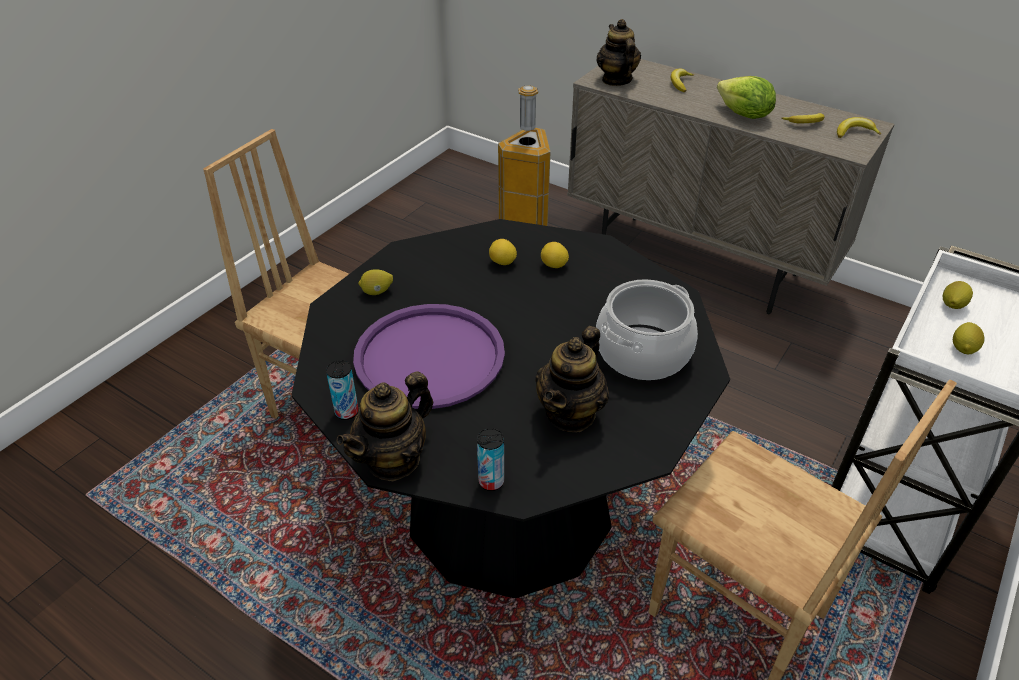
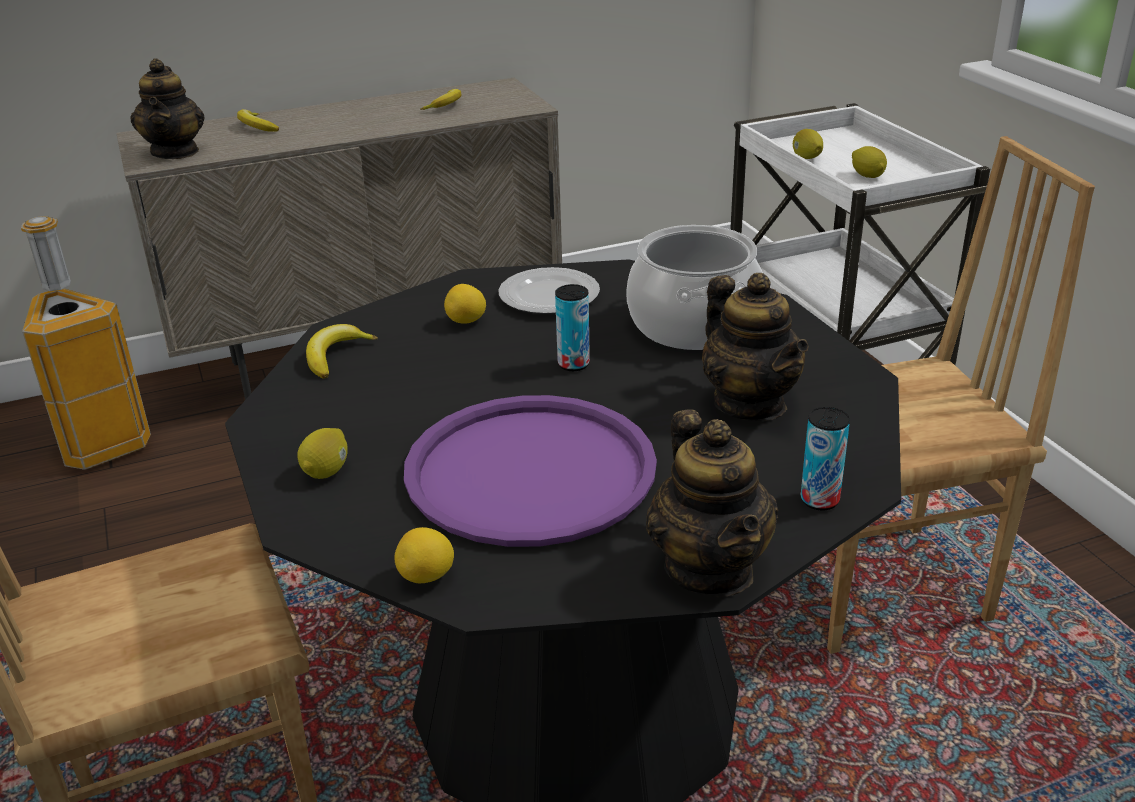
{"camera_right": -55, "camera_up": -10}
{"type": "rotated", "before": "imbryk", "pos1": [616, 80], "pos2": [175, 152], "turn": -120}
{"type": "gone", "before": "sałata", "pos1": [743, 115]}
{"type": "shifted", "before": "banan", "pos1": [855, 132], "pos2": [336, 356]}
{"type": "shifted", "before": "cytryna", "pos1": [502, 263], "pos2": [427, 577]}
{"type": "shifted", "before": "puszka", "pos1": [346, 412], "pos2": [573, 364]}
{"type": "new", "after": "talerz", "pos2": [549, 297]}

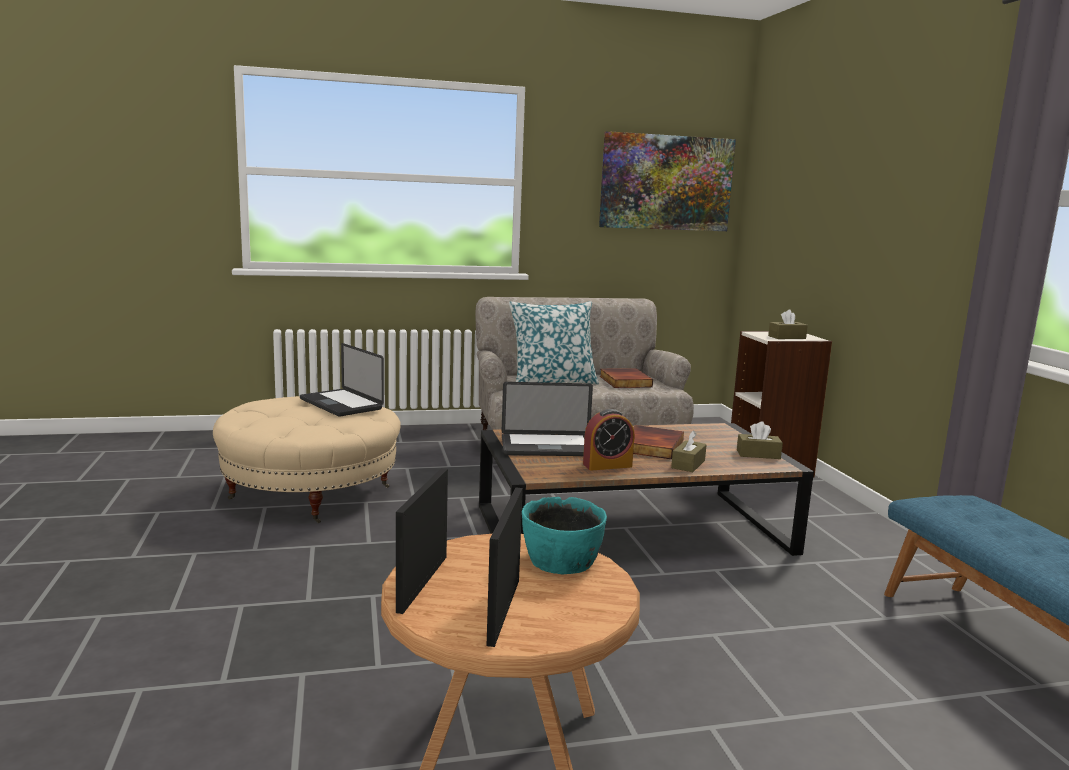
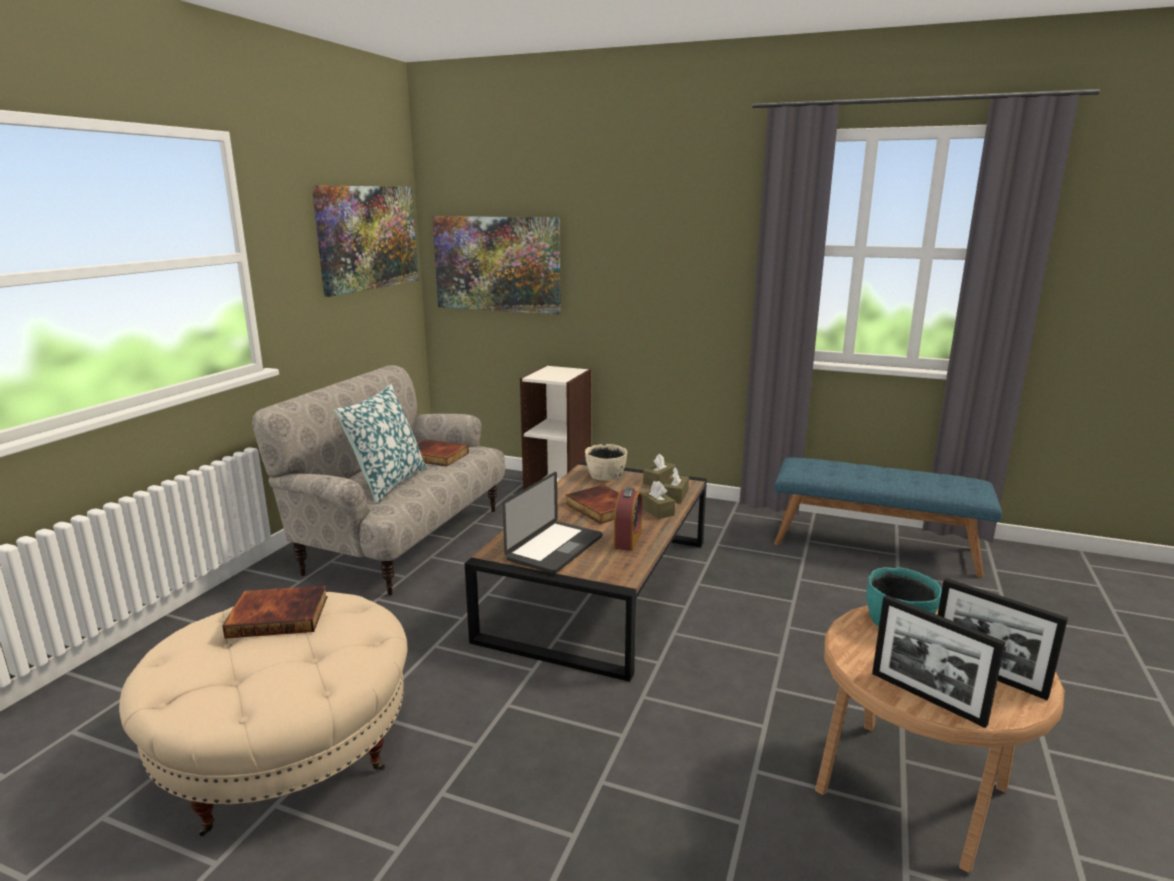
{"camera_right": -55, "camera_up": 5}
{"type": "shifted", "before": "pudełko chusteczek/brązowy", "pos1": [787, 337], "pos2": [675, 495]}
{"type": "swapped", "before": "laptop", "after": "książka", "pos1": [341, 404], "pos2": [279, 615]}
{"type": "new", "after": "obraz", "pos2": [497, 264]}
{"type": "new", "after": "miska/beżowy", "pos2": [606, 475]}

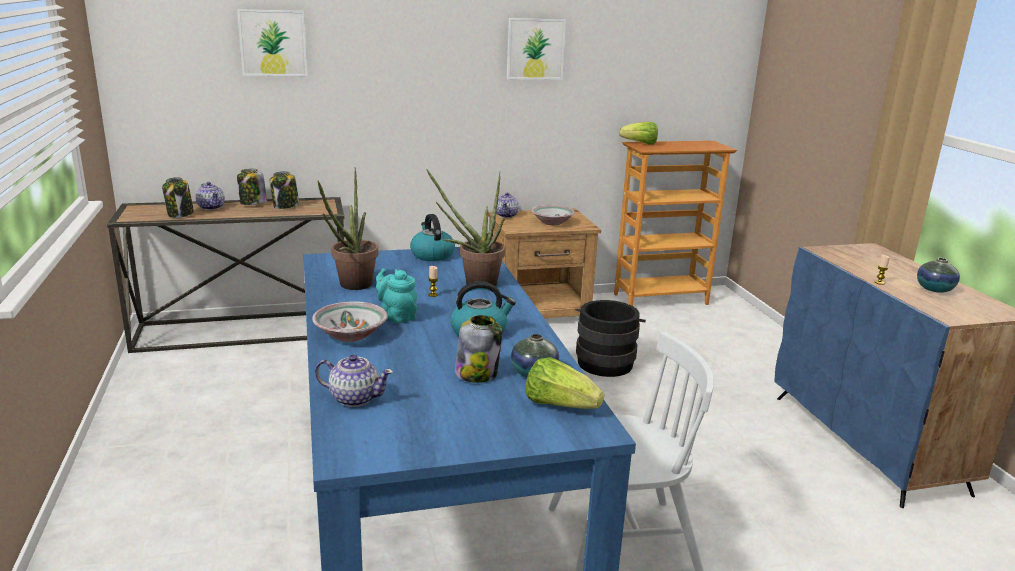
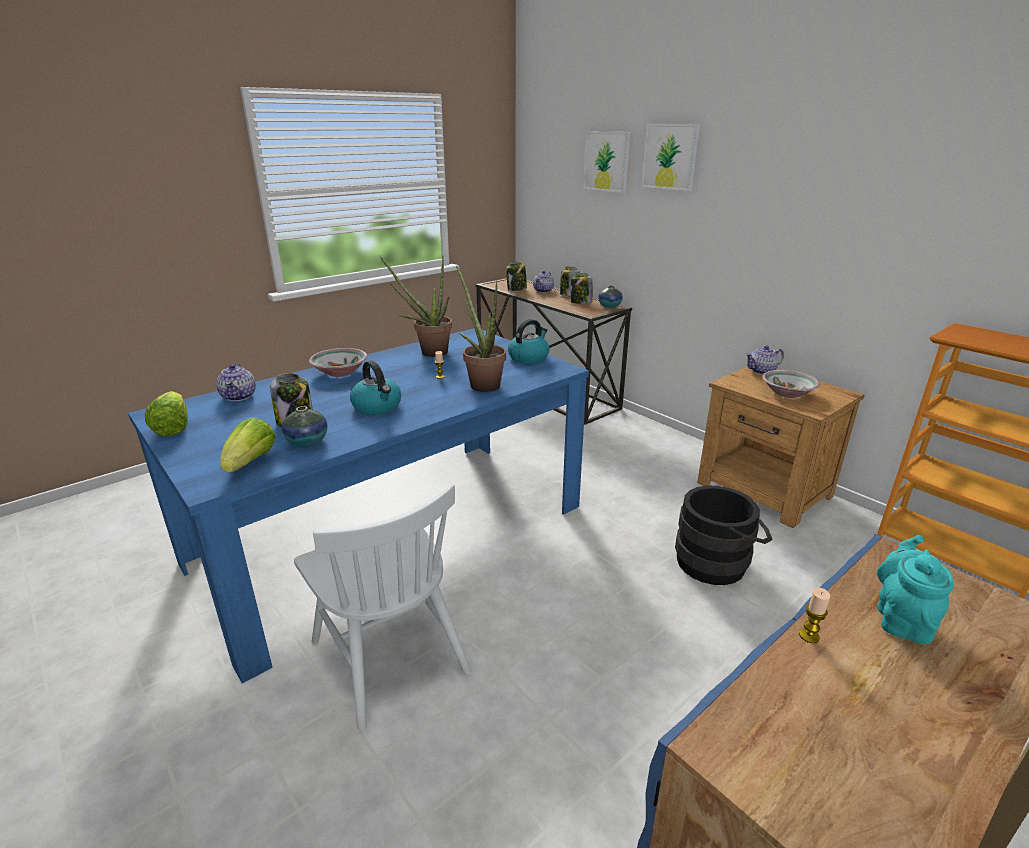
{"camera_right": 65, "camera_up": 5}
{"type": "shifted", "before": "obraz", "pos1": [535, 49], "pos2": [670, 157]}
{"type": "shifted", "before": "sałata", "pos1": [640, 144], "pos2": [173, 427]}
{"type": "shifted", "before": "wazon", "pos1": [934, 289], "pos2": [609, 306]}
{"type": "shifted", "before": "imbryk/turkusowy", "pos1": [397, 316], "pos2": [901, 619]}

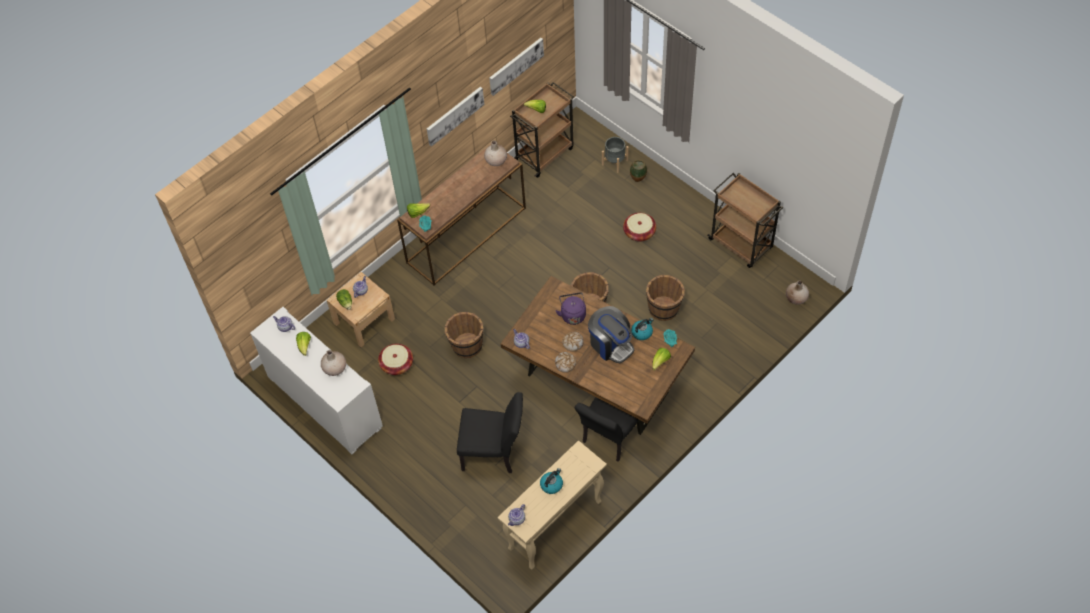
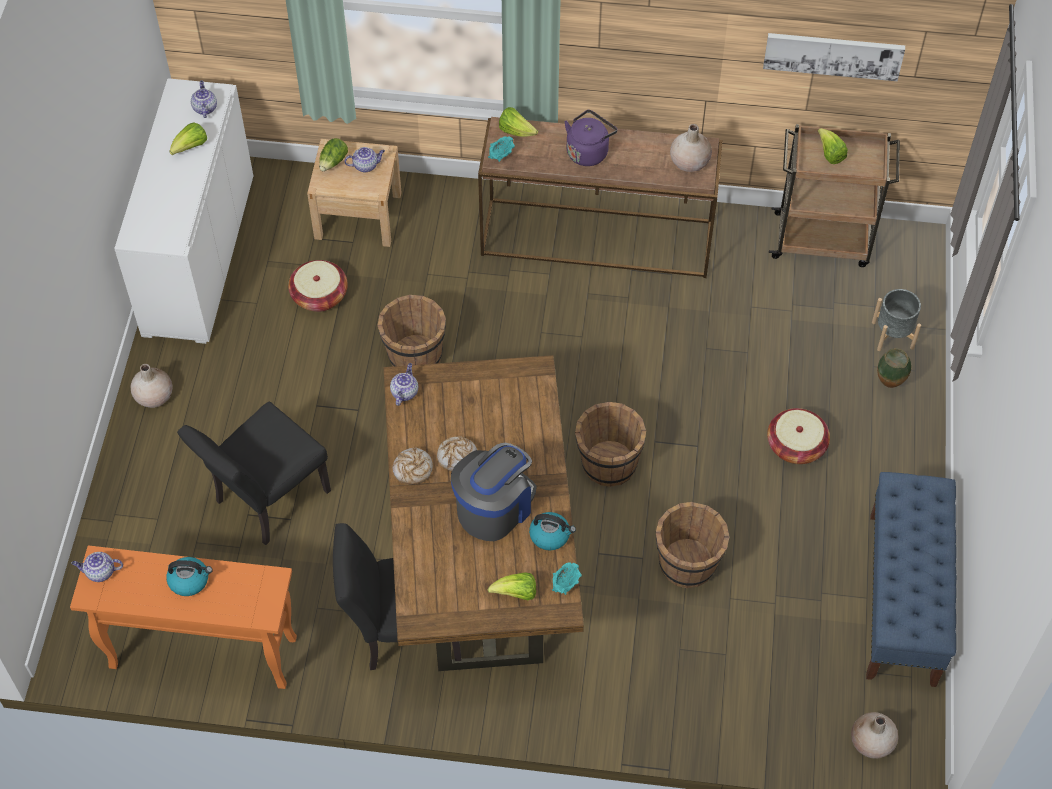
{"camera_right": 50, "camera_up": 0}
{"type": "gone", "before": "obraz", "pos1": [454, 115]}
{"type": "swapped", "before": "wózek/brązowy", "after": "ławka/niebieski", "pos1": [741, 244], "pos2": [902, 599]}
{"type": "shifted", "before": "czajnik/fioletowy", "pos1": [572, 314], "pos2": [588, 151]}
{"type": "rotated", "before": "ekspres do kawy", "pos1": [611, 344], "pos2": [494, 507], "turn": -150}
{"type": "shifted", "before": "wazon/beżowy", "pos1": [334, 368], "pos2": [153, 396]}
{"type": "rotated", "before": "krzesło/czarny", "pos1": [494, 453], "pos2": [265, 501], "turn": 75}
{"type": "repainted", "before": "stolik konsolowy/beżowy", "after": "stolik konsolowy/pomarańczowy", "pos1": [554, 526], "pos2": [201, 653]}

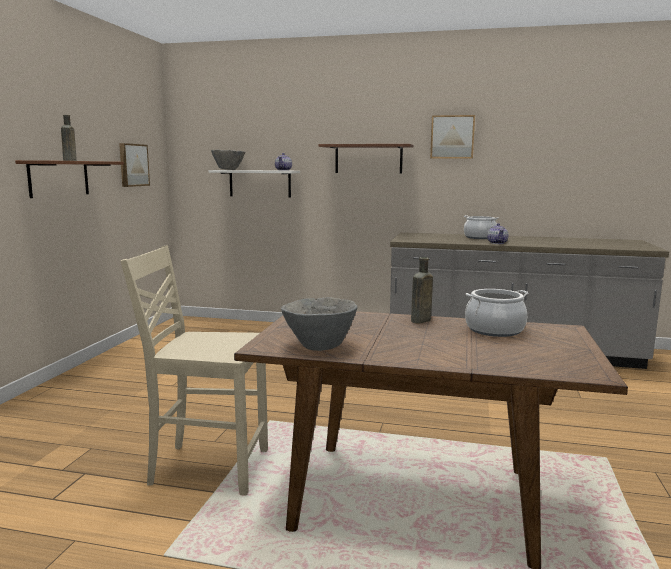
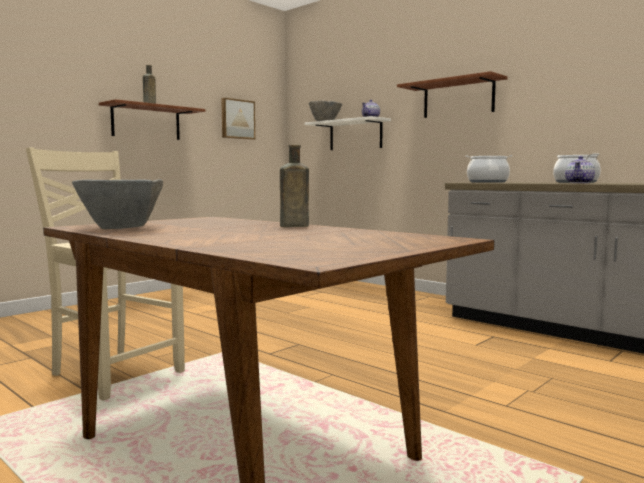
{"camera_right": 30, "camera_up": -5}
{"type": "gone", "before": "obraz", "pos1": [452, 137]}
{"type": "shifted", "before": "garnek", "pos1": [494, 330], "pos2": [487, 182]}

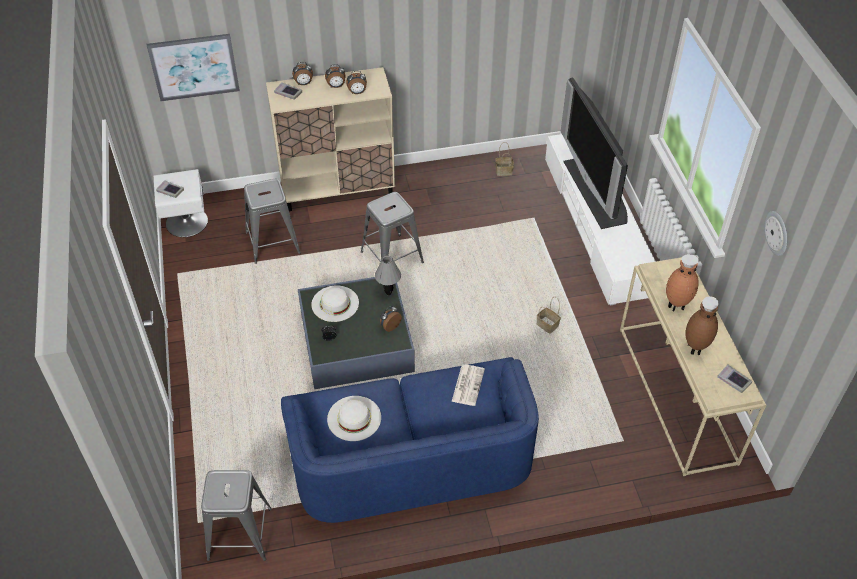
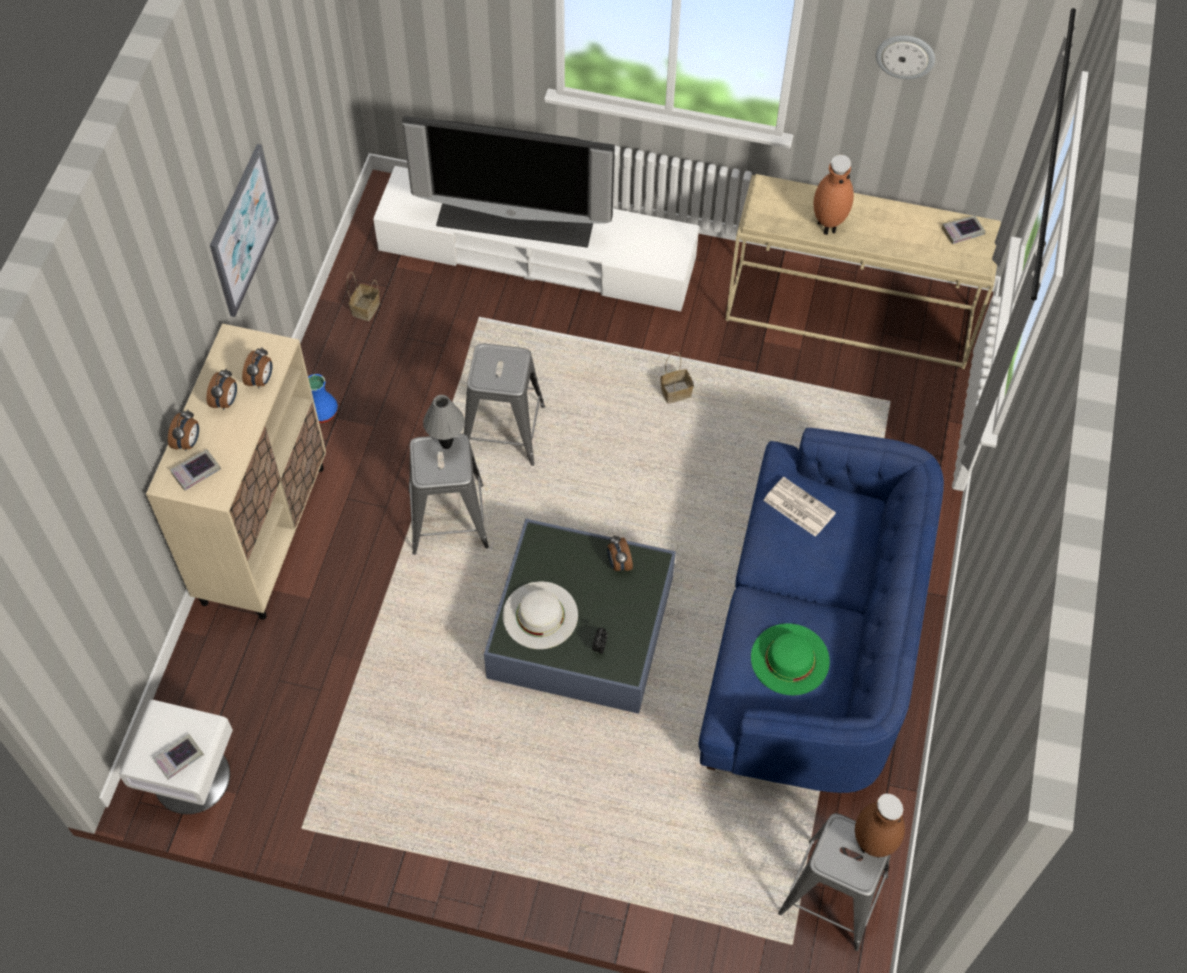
{"camera_right": -65, "camera_up": 10}
{"type": "shifted", "before": "obraz", "pos1": [194, 67], "pos2": [243, 230]}
{"type": "shifted", "before": "stołek/szary", "pos1": [272, 243], "pos2": [504, 431]}
{"type": "shifted", "before": "lampa stołowa/szary", "pos1": [388, 293], "pos2": [446, 445]}
{"type": "shifted", "before": "wazon/brązowy", "pos1": [694, 348], "pos2": [871, 845]}
{"type": "repainted", "before": "kapelusz/biały", "after": "kapelusz/zielony", "pos1": [354, 418], "pos2": [790, 659]}
{"type": "new", "after": "wazon/niebieski", "pos2": [321, 413]}

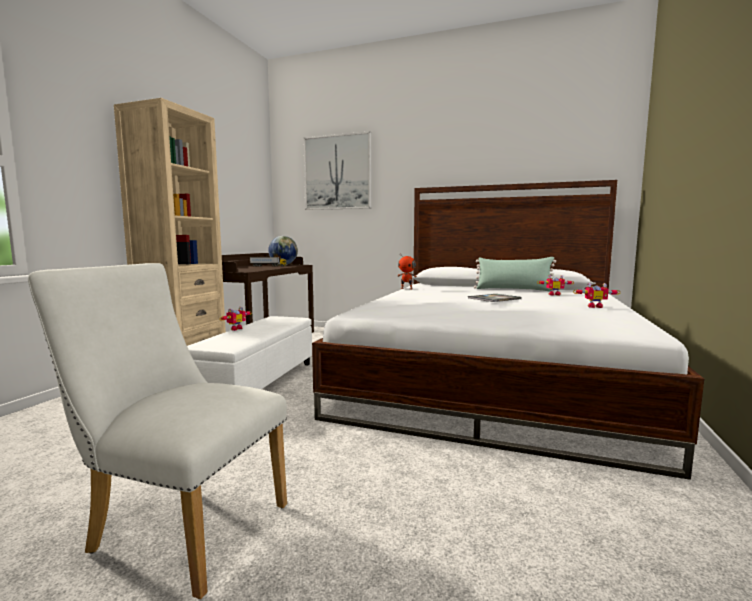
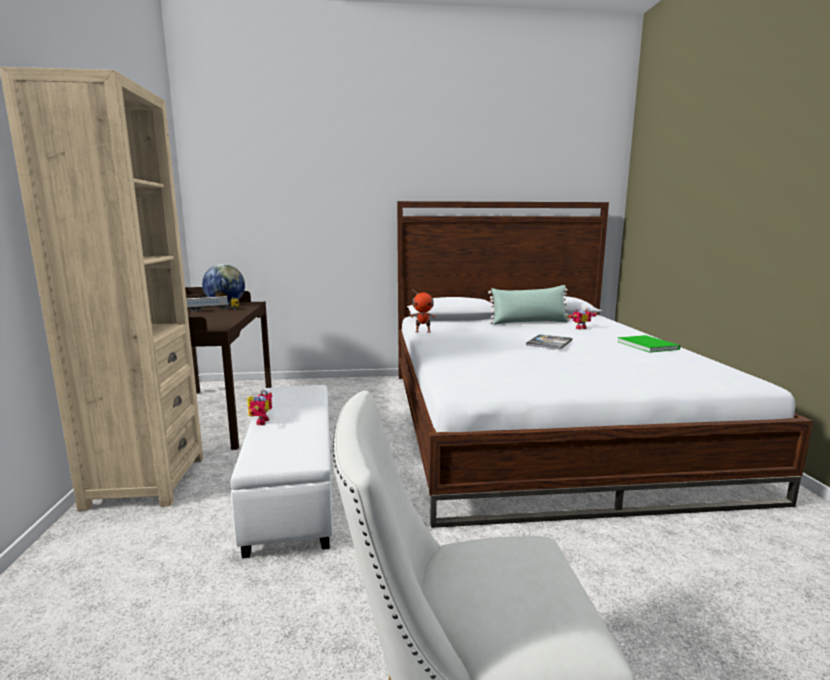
{"camera_right": -25, "camera_up": 5}
{"type": "gone", "before": "obraz", "pos1": [337, 172]}
{"type": "swapped", "before": "robot zabawkowy", "after": "książka/zielony", "pos1": [594, 306], "pos2": [647, 345]}

